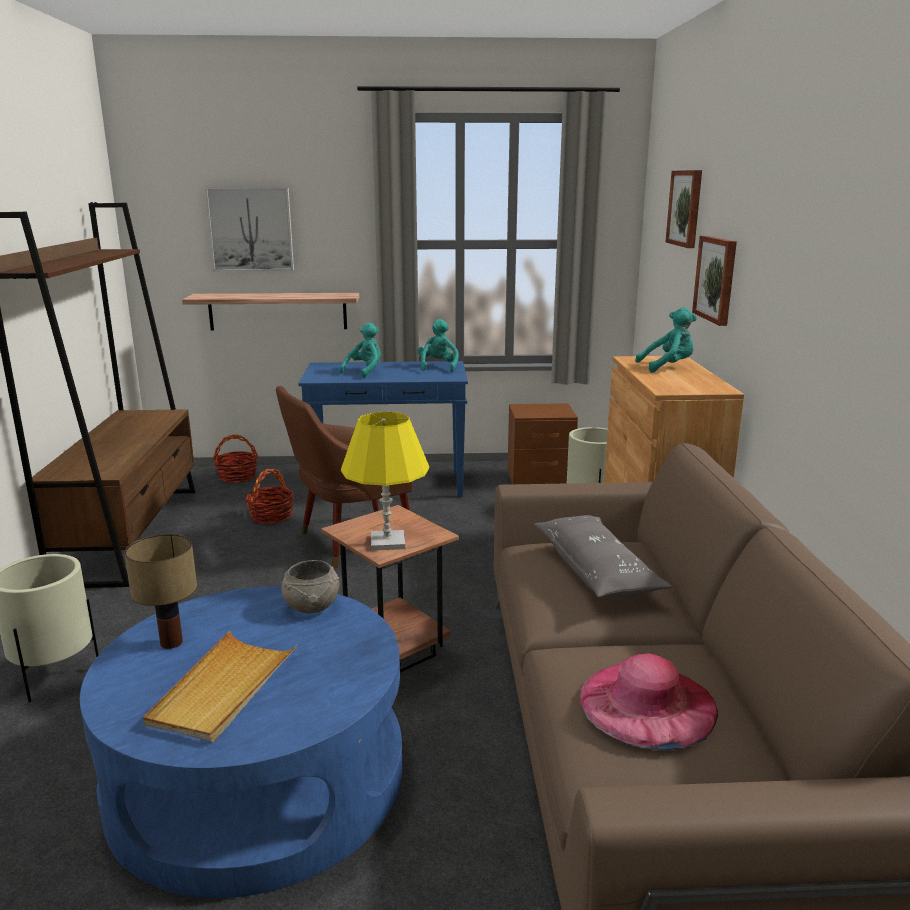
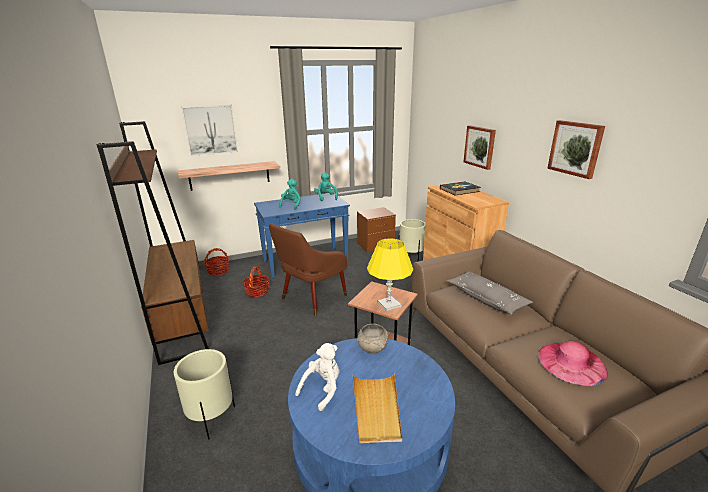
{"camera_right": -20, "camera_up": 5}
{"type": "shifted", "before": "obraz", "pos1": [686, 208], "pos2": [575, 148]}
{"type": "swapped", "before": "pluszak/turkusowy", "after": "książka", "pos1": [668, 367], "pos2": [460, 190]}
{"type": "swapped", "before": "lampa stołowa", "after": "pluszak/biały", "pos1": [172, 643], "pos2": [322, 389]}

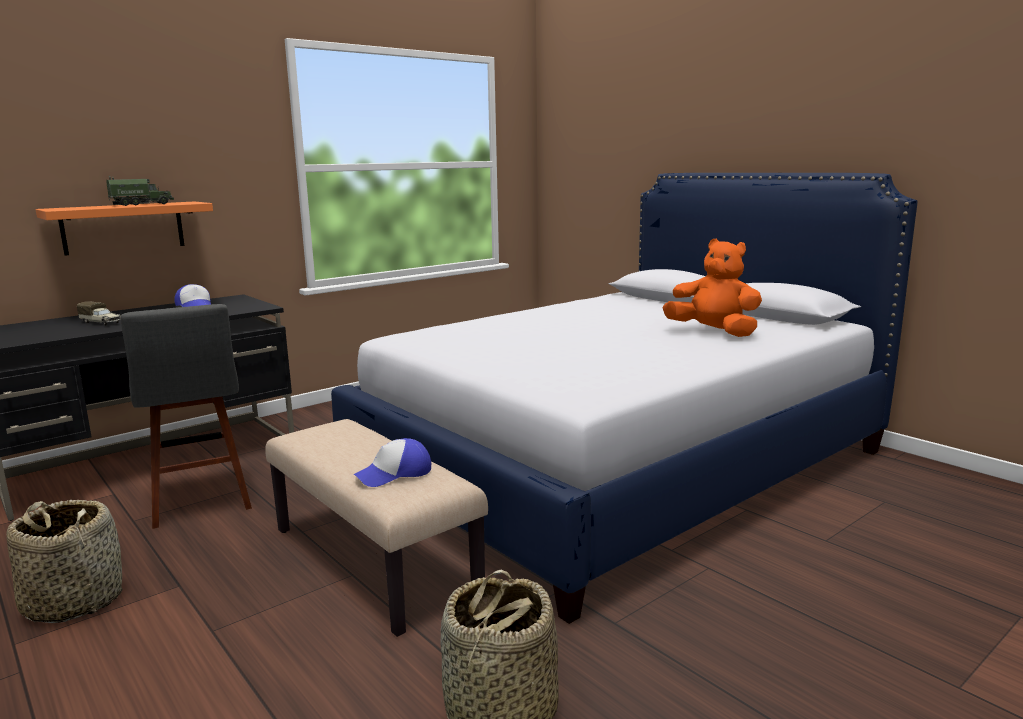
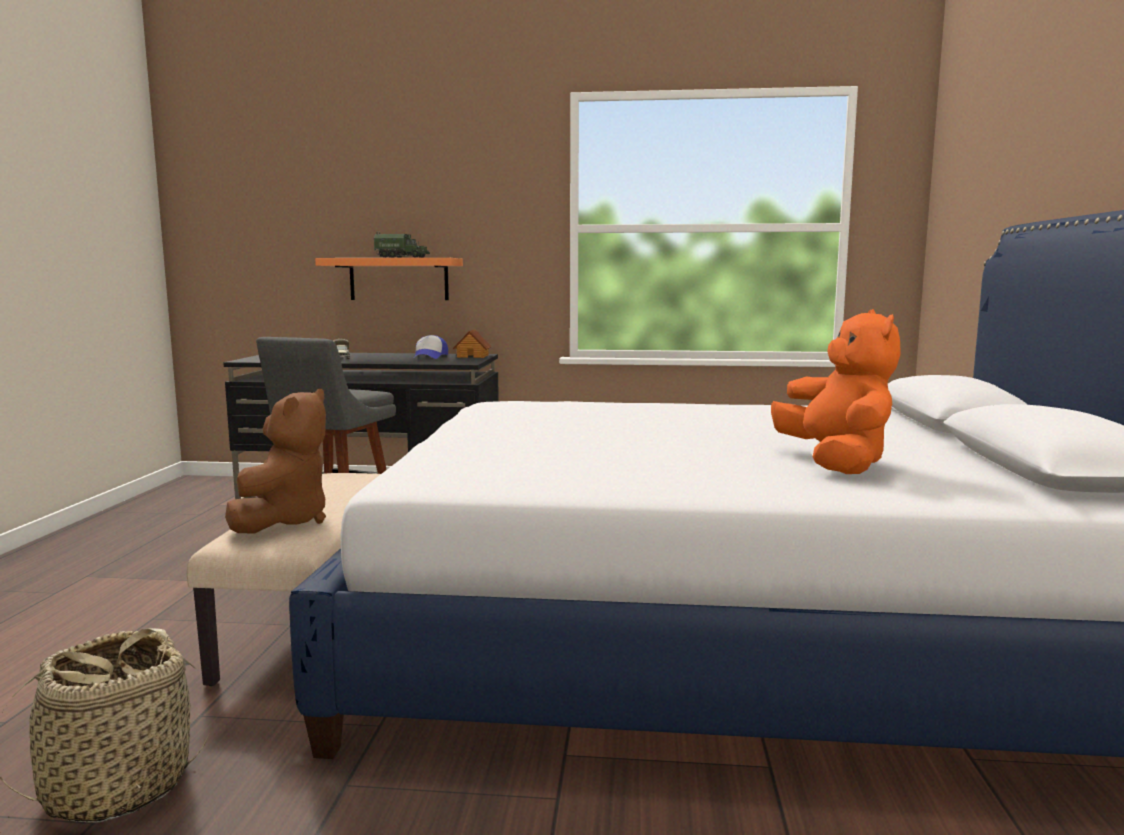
{"camera_right": 45, "camera_up": -5}
{"type": "swapped", "before": "czapka z daszkiem", "after": "pluszak/brązowy", "pos1": [395, 474], "pos2": [284, 521]}
{"type": "gone", "before": "koszyk", "pos1": [74, 601]}
{"type": "new", "after": "domek", "pos2": [473, 356]}

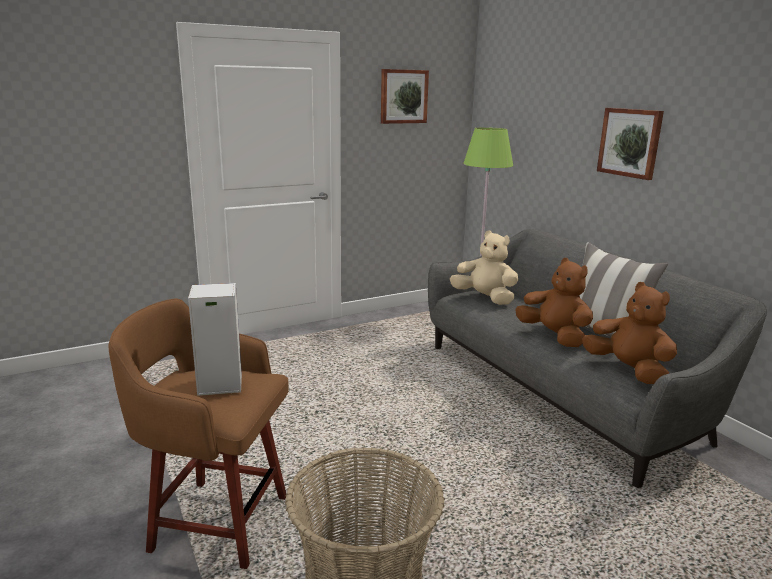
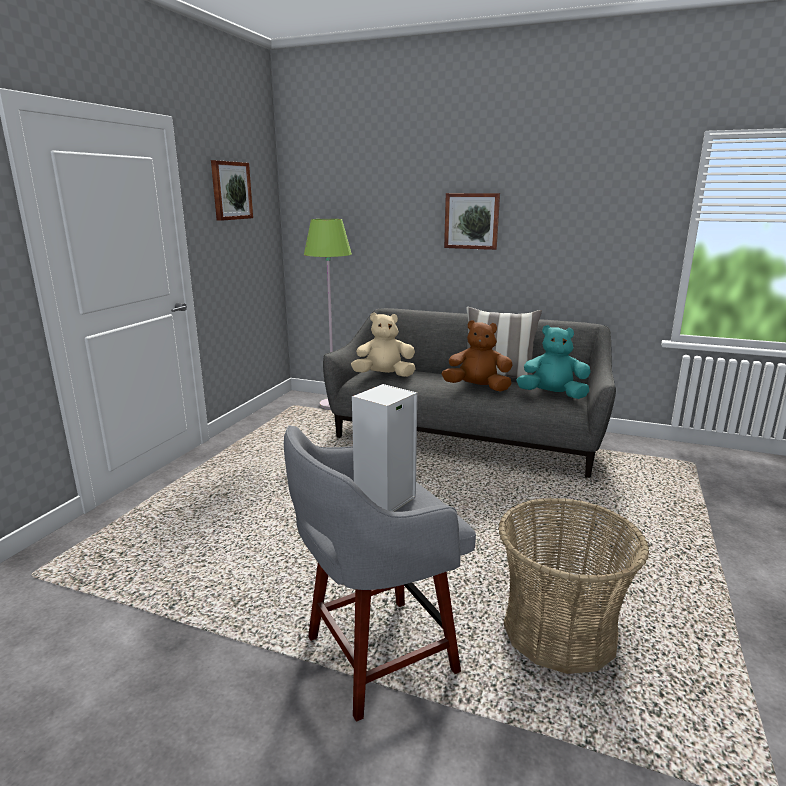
{"camera_right": -40, "camera_up": 0}
{"type": "repainted", "before": "pluszak/brązowy", "after": "pluszak/turkusowy", "pos1": [628, 370], "pos2": [552, 395]}
{"type": "repainted", "before": "stołek/brązowy", "after": "stołek/szary", "pos1": [215, 522], "pos2": [376, 657]}

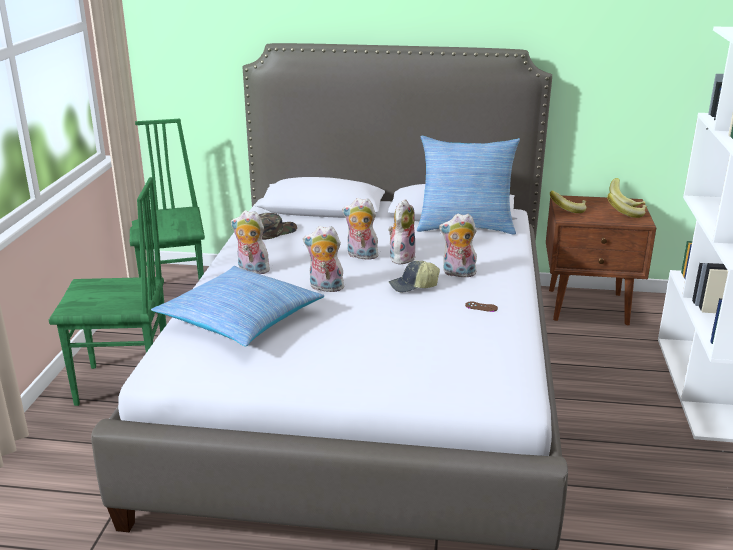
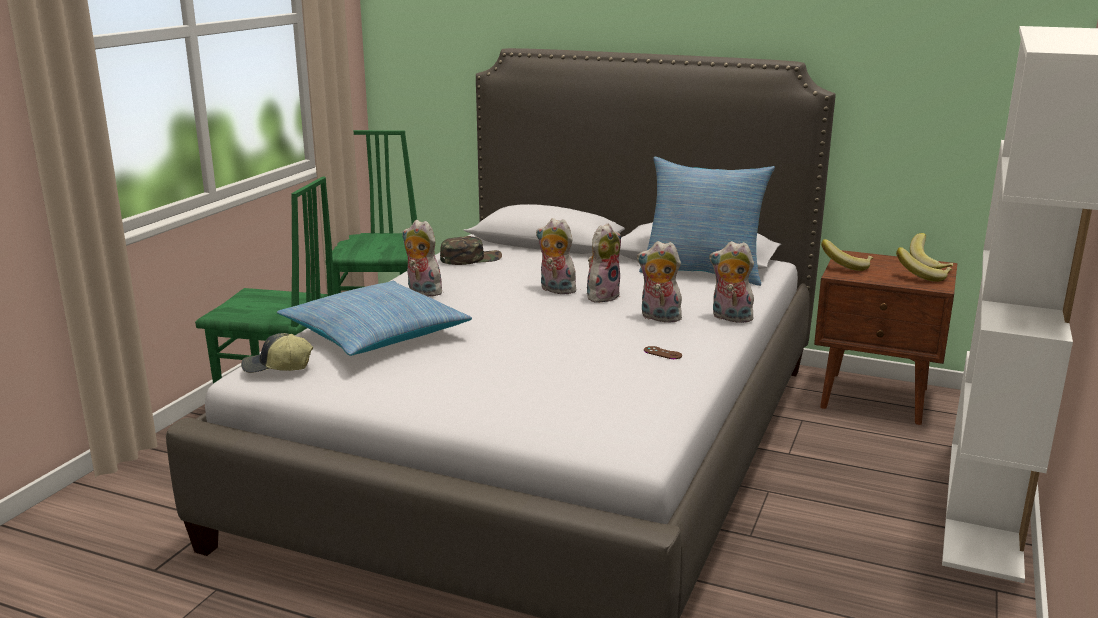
{"camera_right": 15, "camera_up": -5}
{"type": "shifted", "before": "pluszak", "pos1": [325, 288], "pos2": [730, 318]}
{"type": "shifted", "before": "czapka z daszkiem", "pos1": [413, 286], "pos2": [277, 367]}

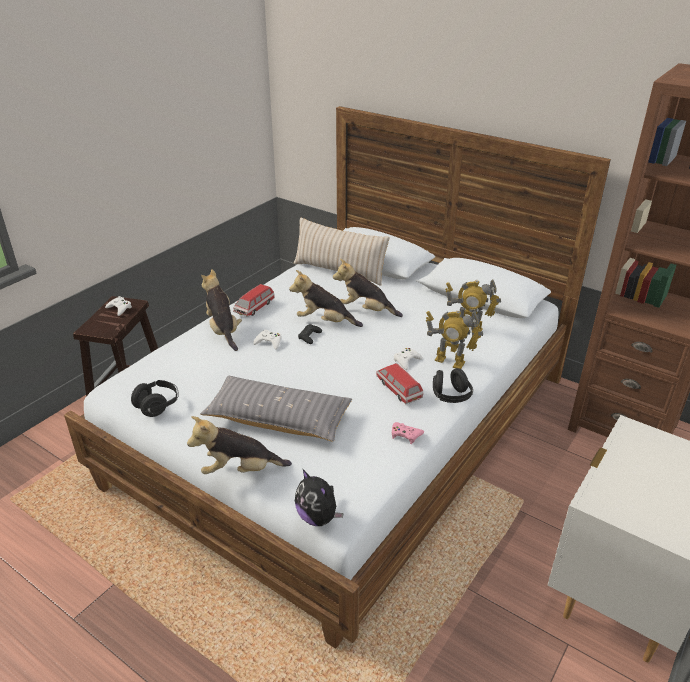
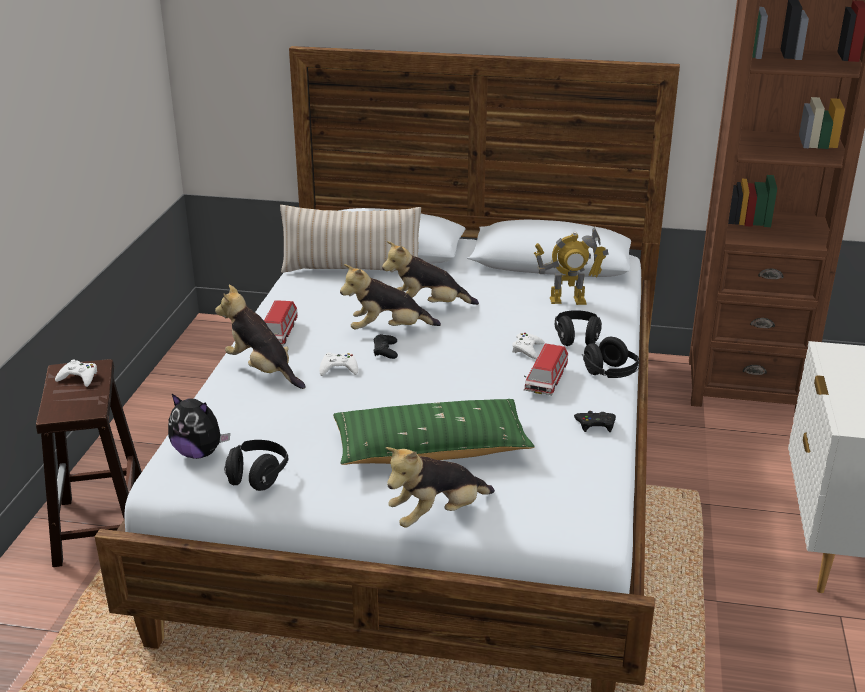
{"camera_right": -25, "camera_up": -5}
{"type": "swapped", "before": "robot zabawkowy", "after": "słuchawki/czarny", "pos1": [449, 361], "pos2": [577, 339]}
{"type": "rotated", "before": "samochodzik", "pos1": [398, 389], "pos2": [546, 381], "turn": -105}
{"type": "repainted", "before": "poduszka/szary", "after": "poduszka/zielony", "pos1": [278, 419], "pos2": [431, 449]}
{"type": "repainted", "before": "pad do gier/różowy", "after": "pad do gier/czarny", "pos1": [405, 435], "pos2": [595, 425]}
{"type": "shifted", "before": "pluszak", "pos1": [318, 517], "pos2": [199, 453]}

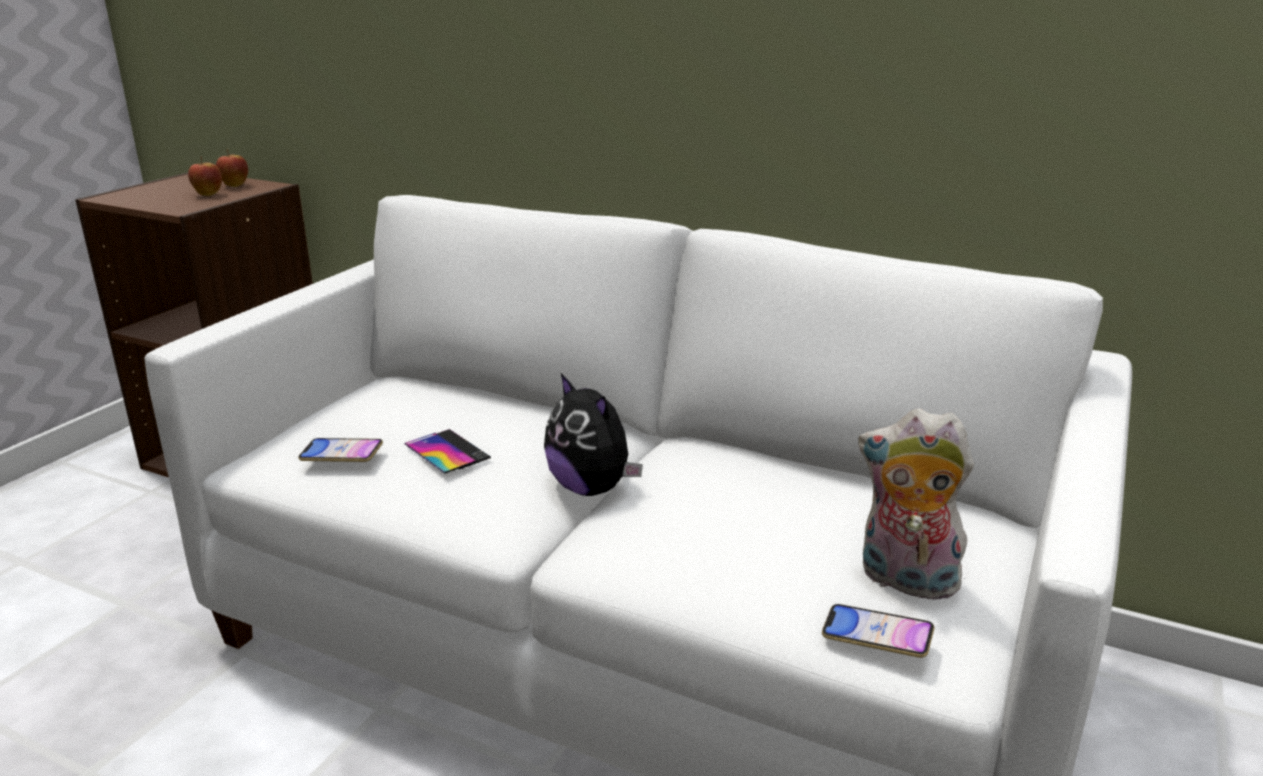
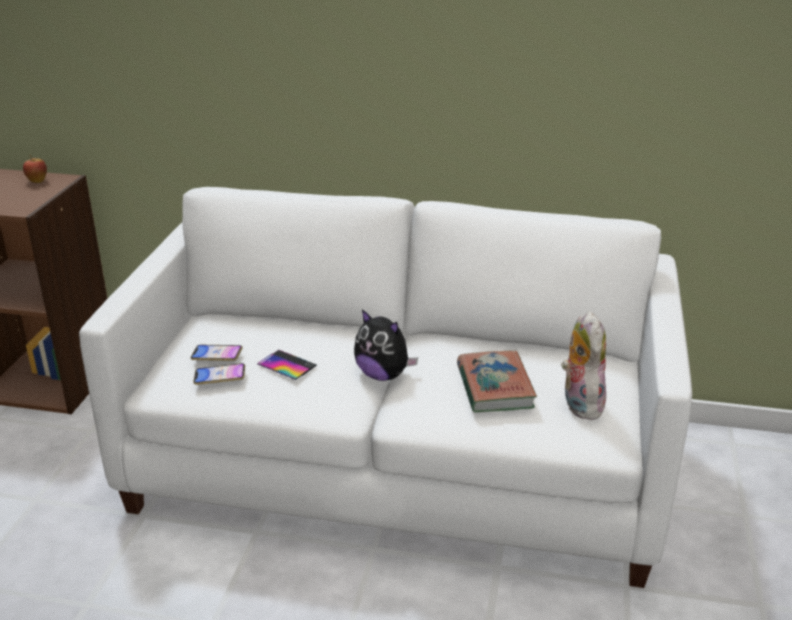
{"camera_right": -15, "camera_up": 5}
{"type": "gone", "before": "jabłko", "pos1": [208, 195]}
{"type": "rotated", "before": "pluszak", "pos1": [904, 581], "pos2": [579, 403], "turn": 75}
{"type": "shifted", "before": "telefon", "pos1": [876, 636], "pos2": [217, 356]}
{"type": "new", "after": "książka", "pos2": [494, 387]}

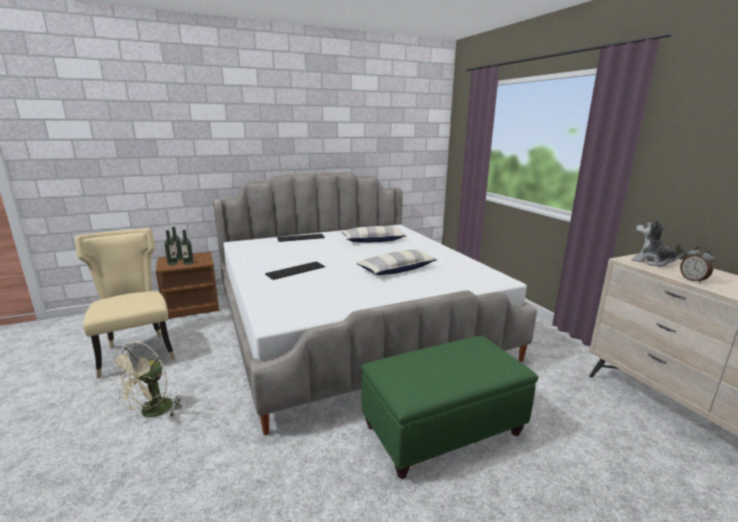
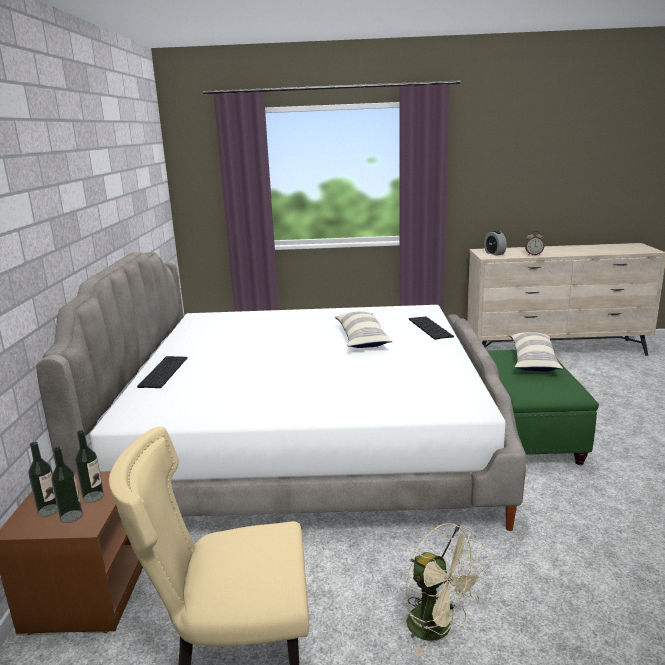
{"camera_right": -65, "camera_up": 0}
{"type": "swapped", "before": "pluszak", "after": "budzik", "pos1": [651, 262], "pos2": [494, 253]}
{"type": "shifted", "before": "poduszka", "pos1": [373, 240], "pos2": [533, 360]}
{"type": "shifted", "before": "klawiatura", "pos1": [295, 270], "pos2": [428, 327]}

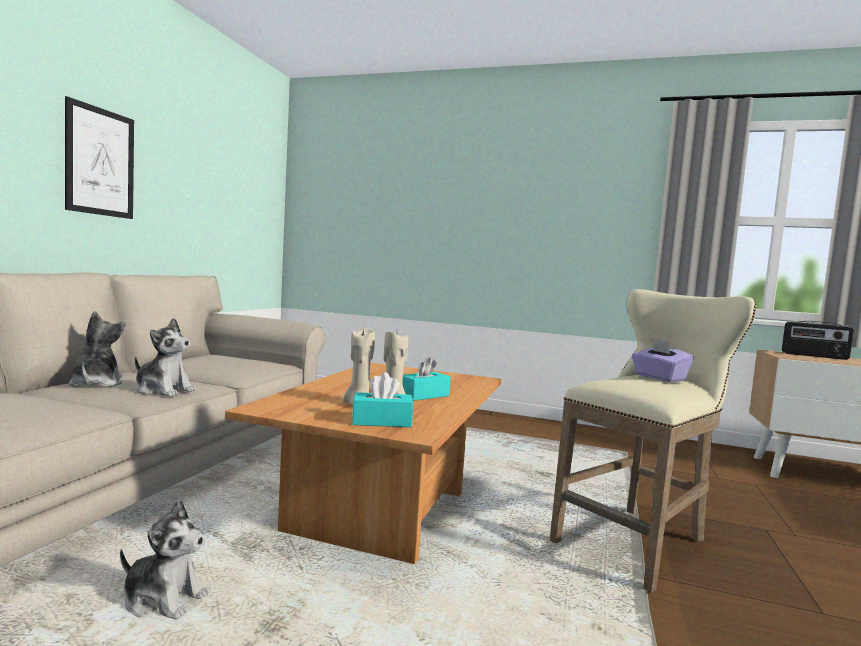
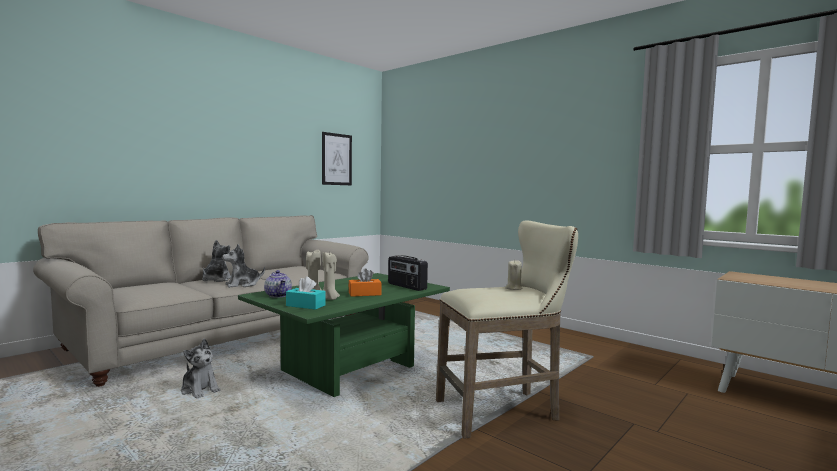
{"camera_right": 25, "camera_up": 0}
{"type": "shifted", "before": "obraz", "pos1": [100, 162], "pos2": [336, 159]}
{"type": "rotated", "before": "pluszak", "pos1": [163, 390], "pos2": [242, 285], "turn": 105}
{"type": "shifted", "before": "radio", "pos1": [814, 356], "pos2": [406, 286]}
{"type": "swapped", "before": "pudełko chusteczek/fioletowy", "after": "świeca/beżowy", "pos1": [659, 378], "pos2": [513, 288]}
{"type": "repainted", "before": "pudełko chusteczek/turkusowy", "after": "pudełko chusteczek/pomarańczowy", "pos1": [423, 395], "pos2": [364, 294]}
{"type": "repainted", "before": "ława/brązowy", "after": "ława/zielony", "pos1": [383, 513], "pos2": [349, 370]}
{"type": "new", "after": "imbryk", "pos2": [278, 295]}

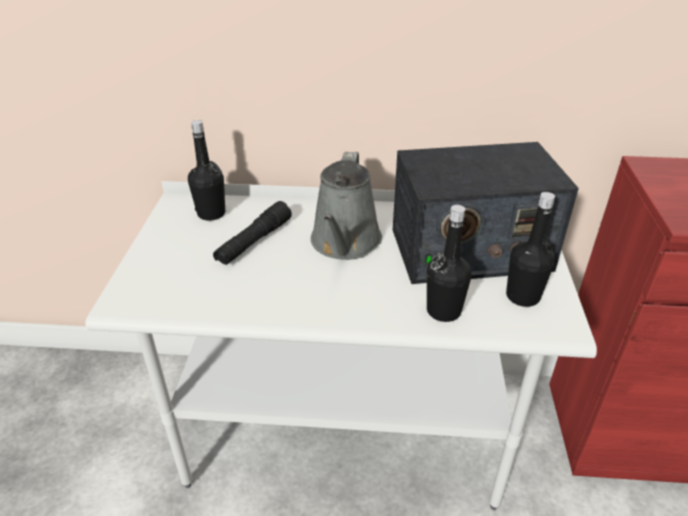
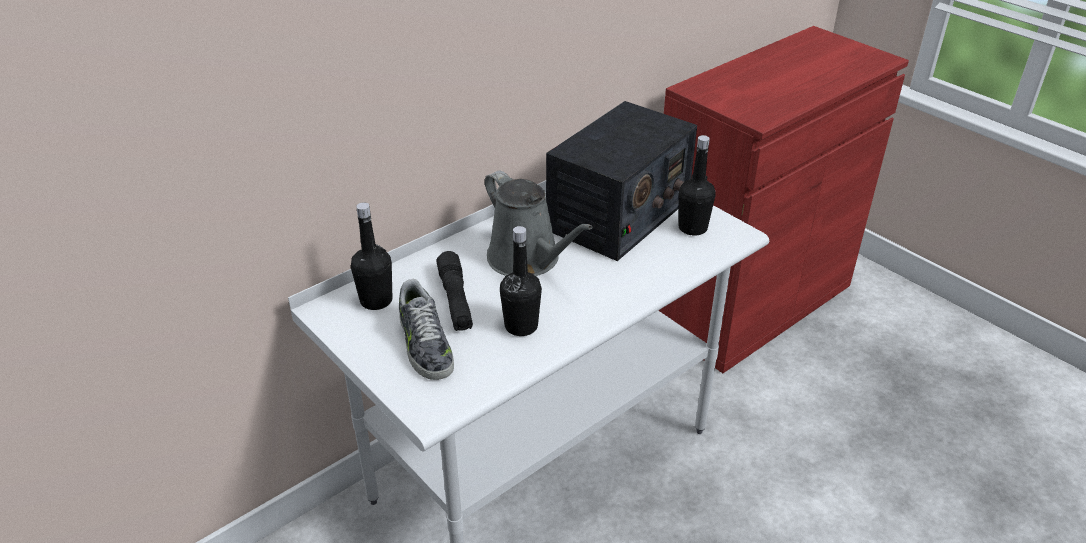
{"camera_right": -45, "camera_up": 0}
{"type": "shifted", "before": "butelka/czarny", "pos1": [443, 311], "pos2": [521, 326]}
{"type": "new", "after": "but", "pos2": [424, 345]}

